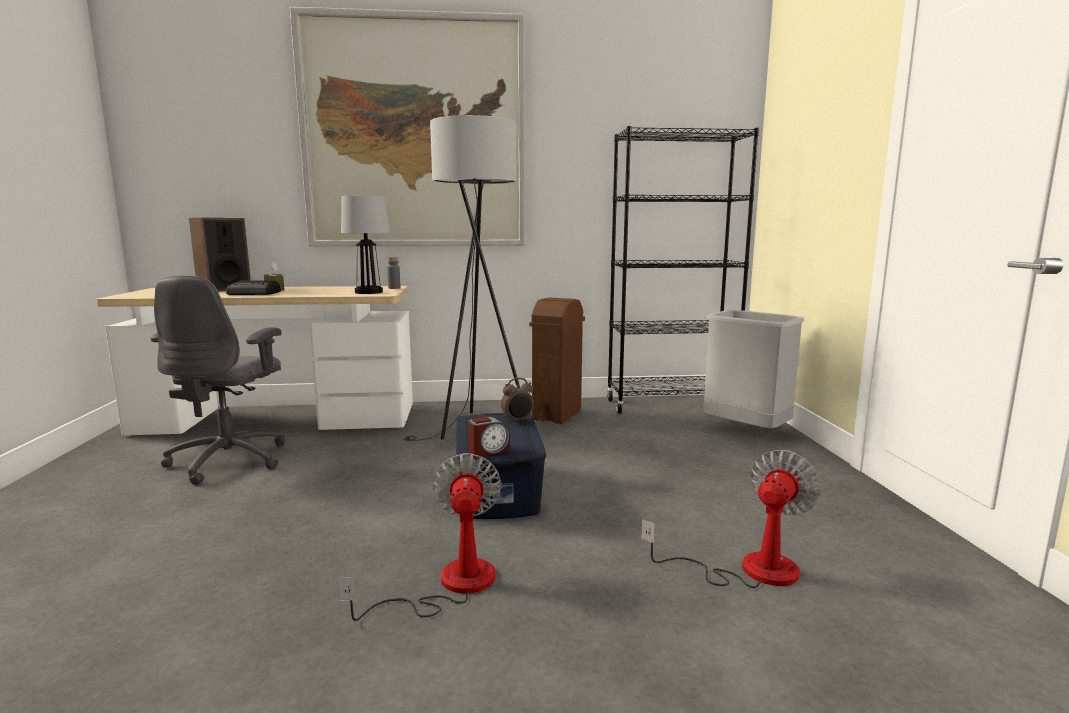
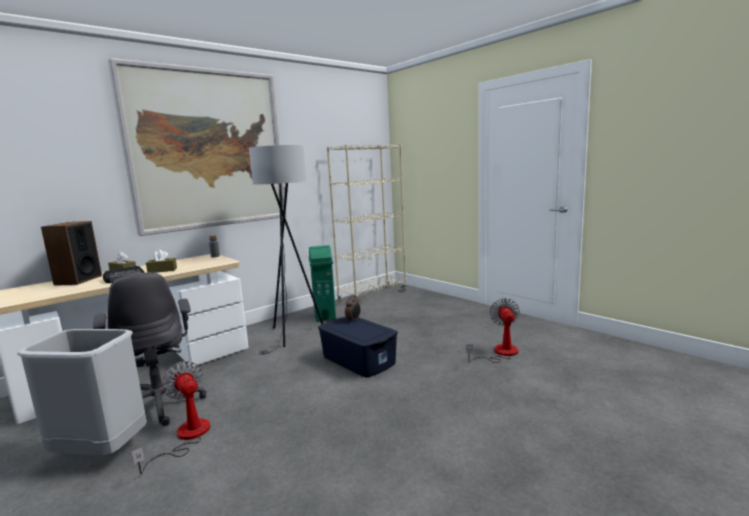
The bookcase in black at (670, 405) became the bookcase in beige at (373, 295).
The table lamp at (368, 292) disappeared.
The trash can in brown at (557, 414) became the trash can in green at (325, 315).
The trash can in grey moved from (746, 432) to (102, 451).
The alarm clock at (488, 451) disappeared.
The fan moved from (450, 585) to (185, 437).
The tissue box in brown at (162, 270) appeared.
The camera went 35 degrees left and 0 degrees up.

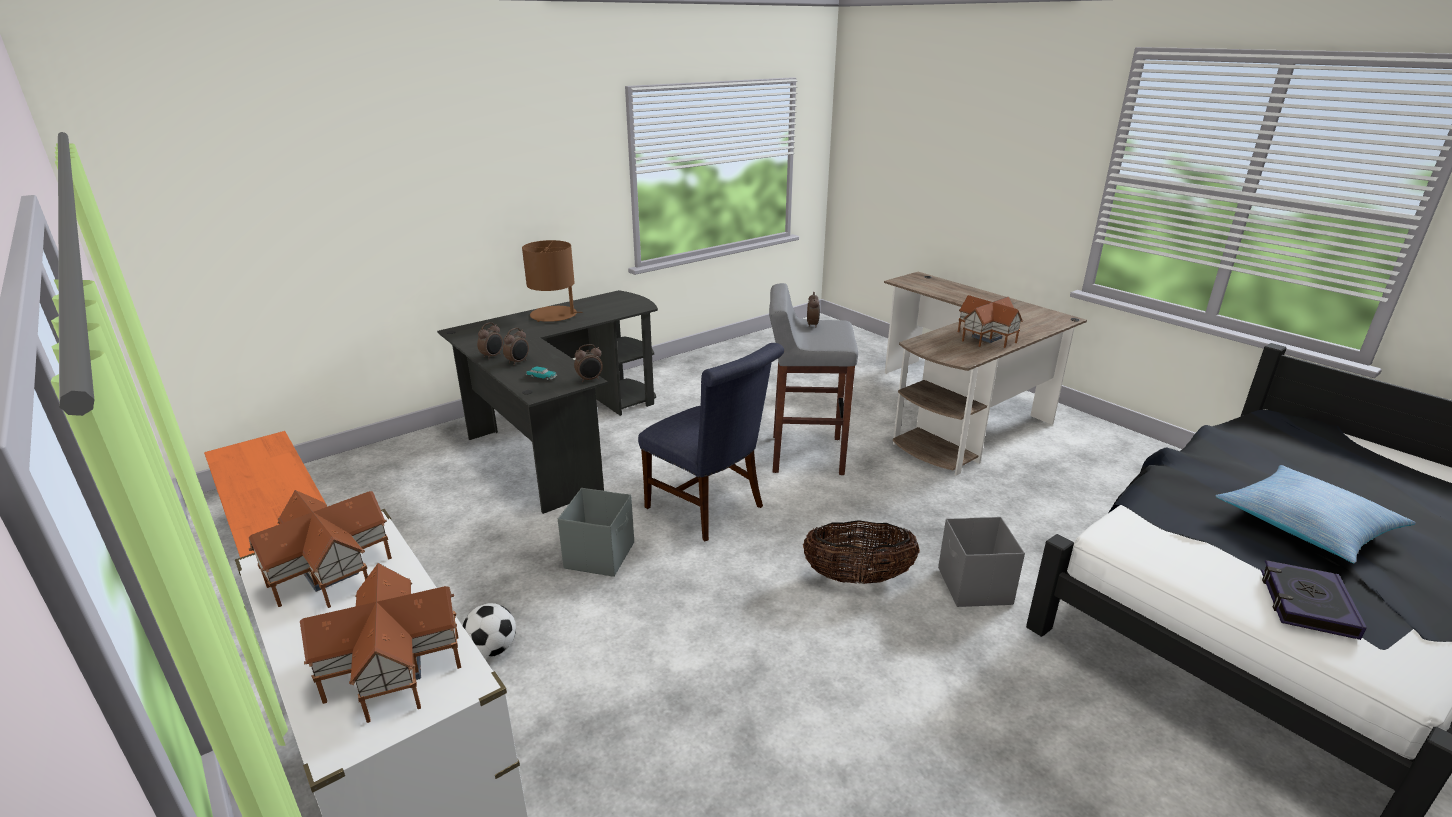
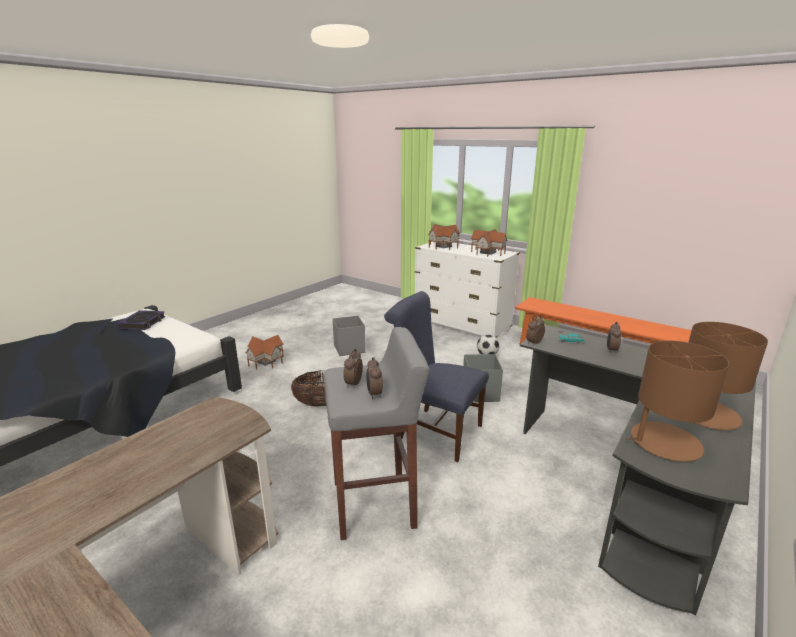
The toy house moved from (986, 337) to (266, 361).
The alarm clock moved from (492, 356) to (353, 384).
The pillow at (1306, 524) disappeared.
The storage box in grey moved from (974, 587) to (349, 348).
The table lamp in brown at (664, 442) appeared.
The camera went 165 degrees right and 5 degrees down.

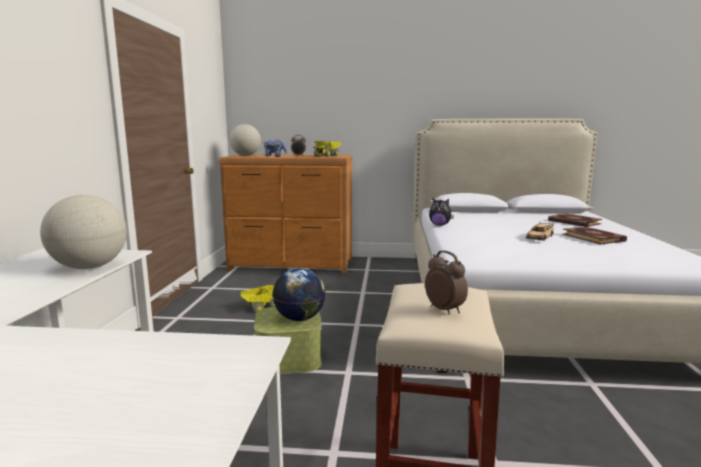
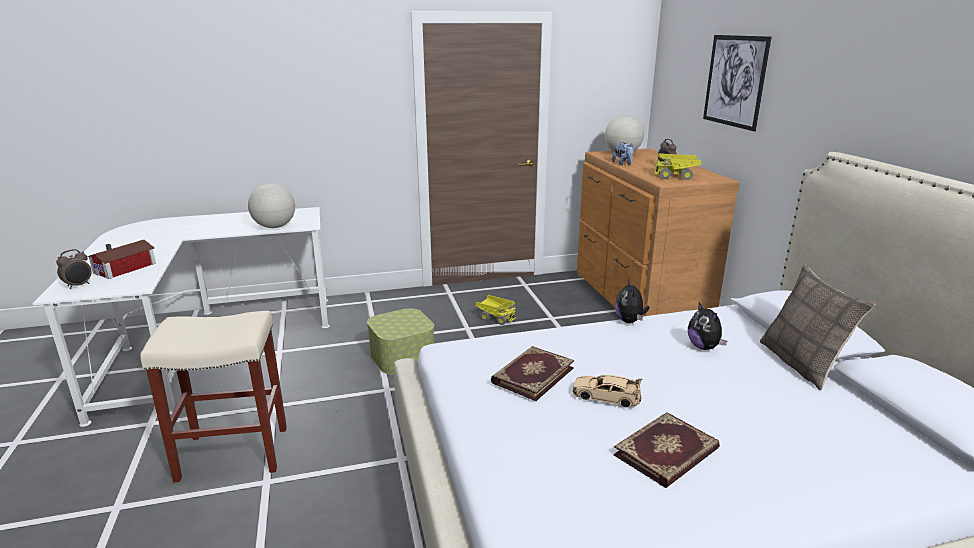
The book moved from (573, 222) to (532, 375).
The alarm clock moved from (445, 310) to (79, 285).
The globe at (300, 318) disappeared.
The picture at (735, 81) appeared.
The toy house at (127, 268) appeared.
The pillow at (802, 364) appeared.
The plush toy at (704, 347) appeared.
The camera went 70 degrees right and 10 degrees up.

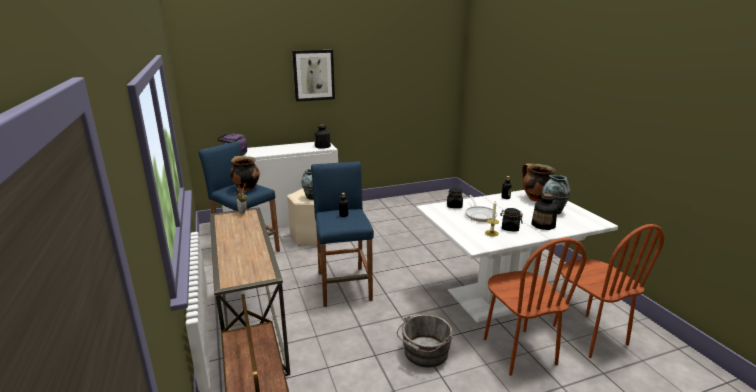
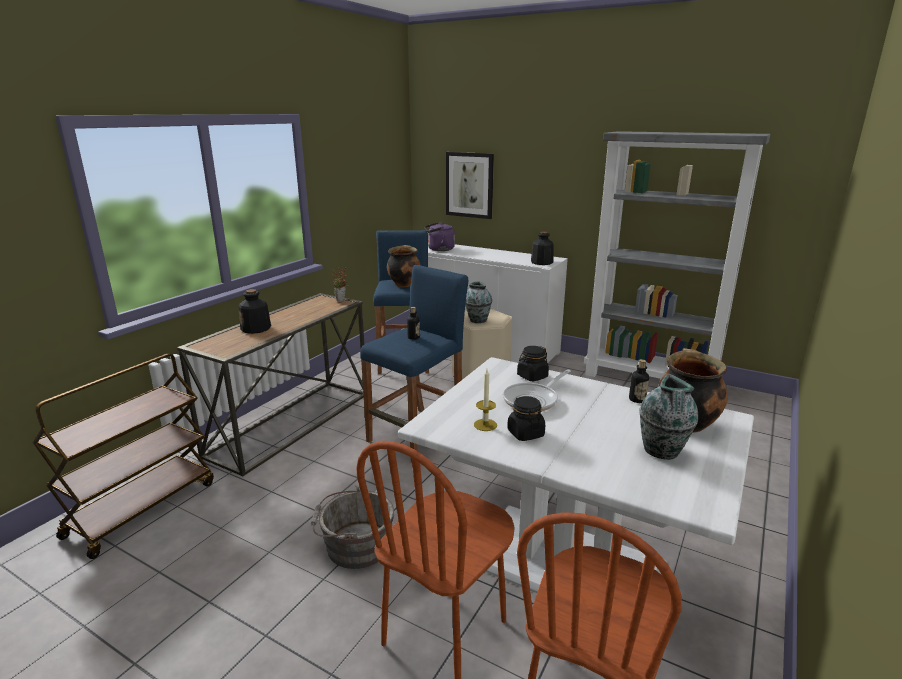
The picture moved from (313, 75) to (469, 185).
The bottle moved from (543, 225) to (256, 328).
The bookcase in grey at (650, 380) appeared.
The camera went 50 degrees right and 0 degrees up.

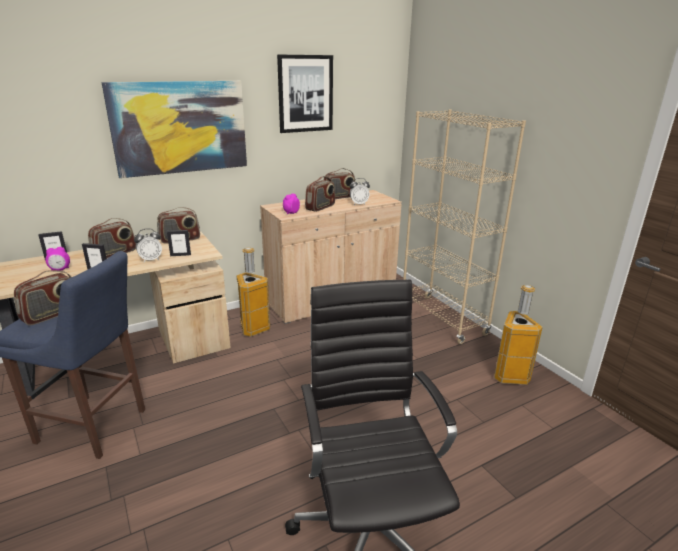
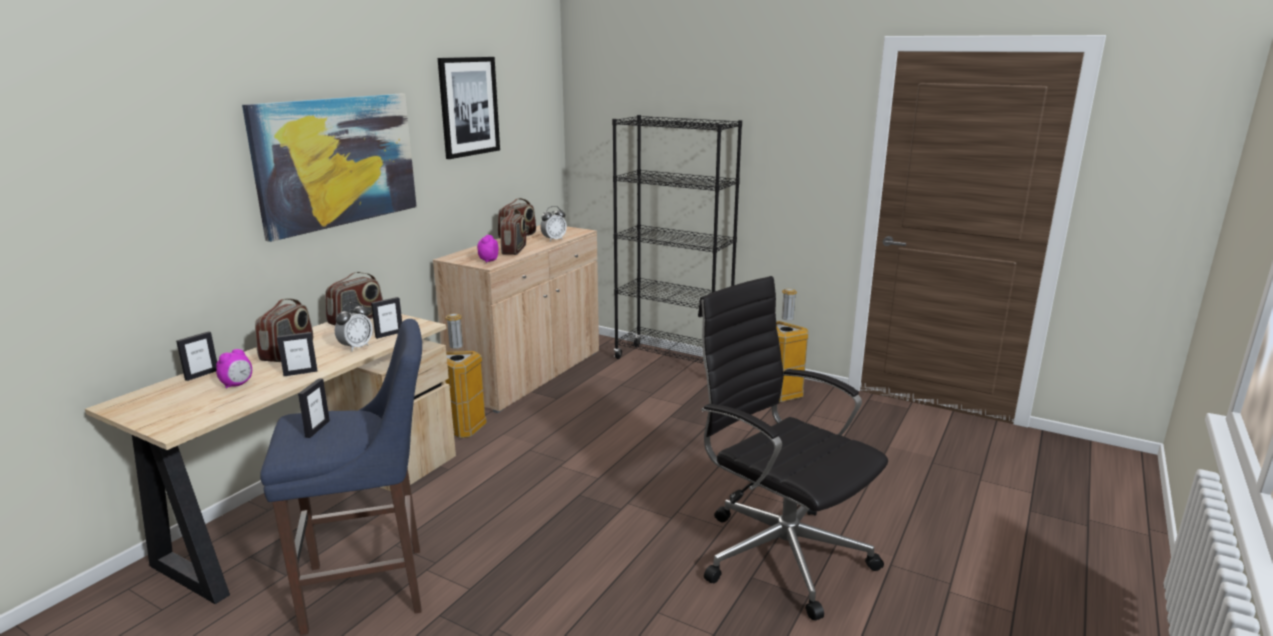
The bookcase in beige at (443, 319) became the bookcase in black at (672, 362).
The radio at (52, 314) was replaced by the picture frame at (317, 429).
The camera went 30 degrees left and 5 degrees down.

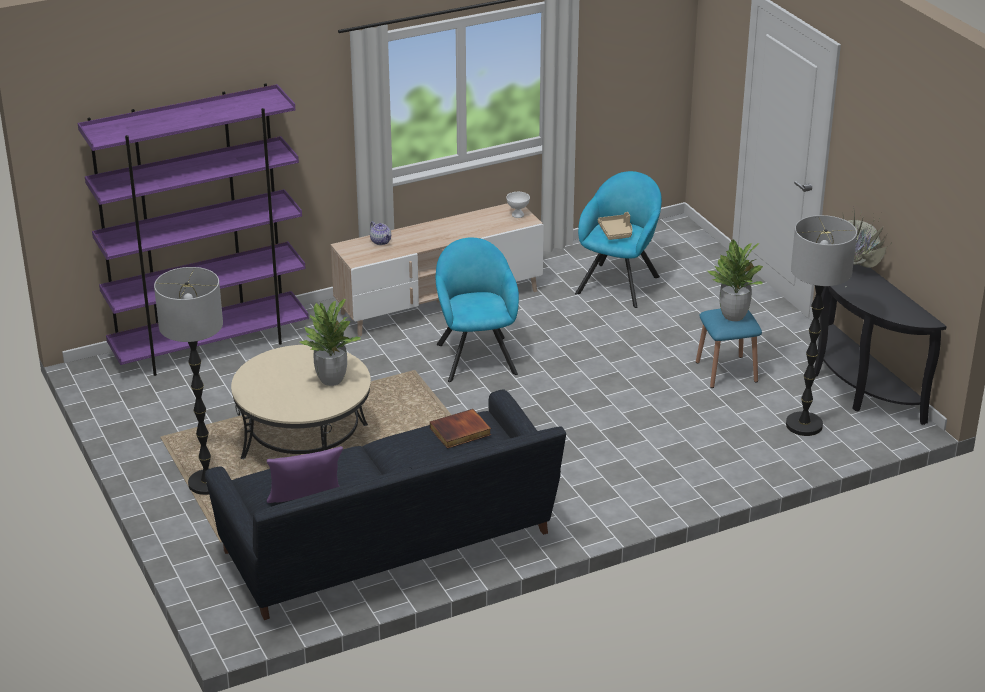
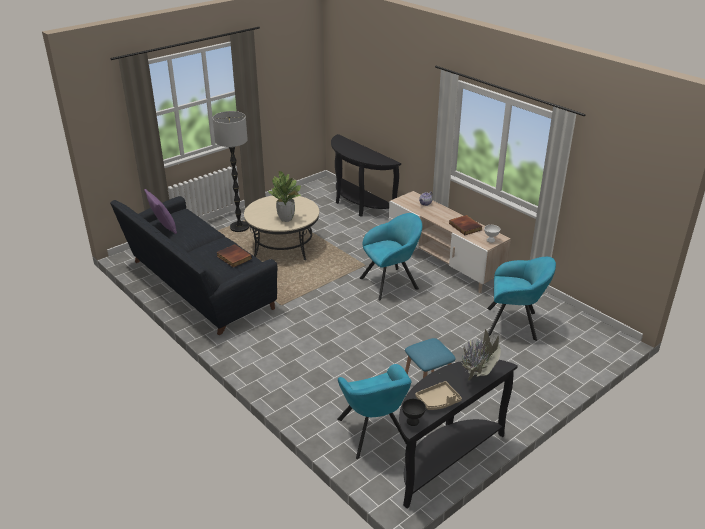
The bookcase in purple at (210, 346) was replaced by the console table in black at (358, 205).
The tray in beige moved from (616, 232) to (438, 401).
The floor lamp at (804, 425) was replaced by the armchair in turquoise at (374, 434).
The potted plant at (734, 316) disappeared.
The book at (466, 226) appeared.
The bowl in black at (413, 421) appeared.
The camera went 75 degrees right and 0 degrees up.

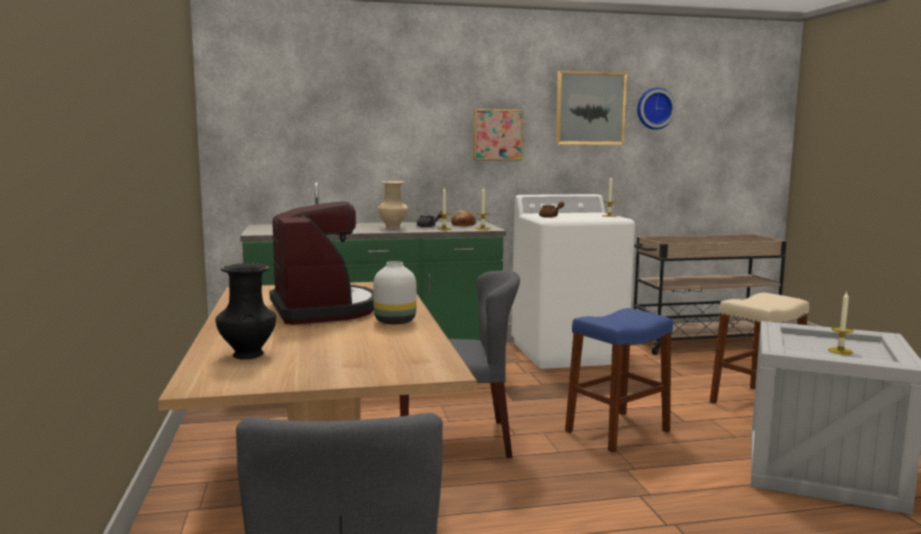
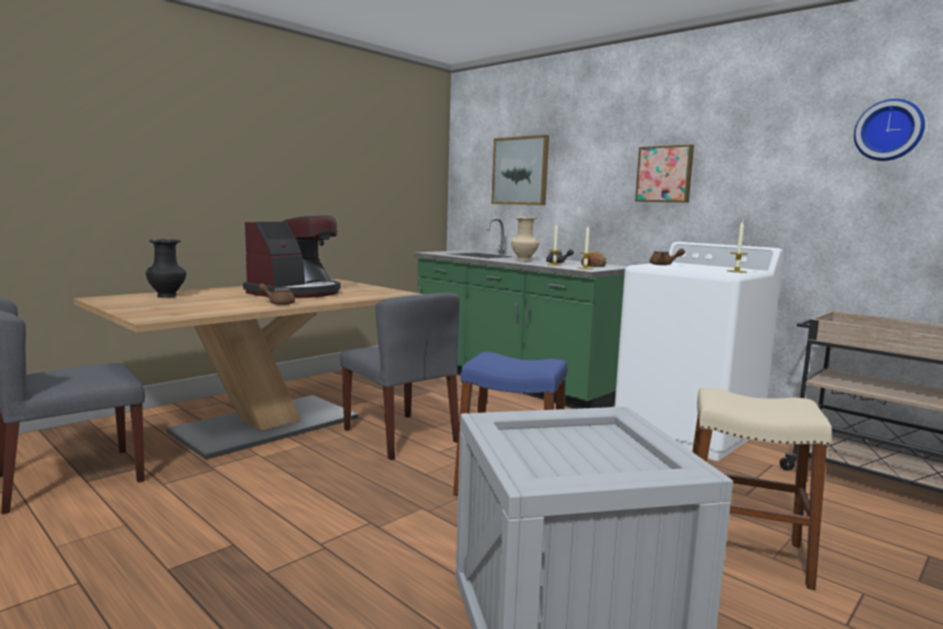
The picture moved from (590, 108) to (520, 171).
The vase in white at (395, 322) was replaced by the teapot in brown at (278, 303).
The candle at (840, 351) disappeared.
The camera went 55 degrees right and 0 degrees up.

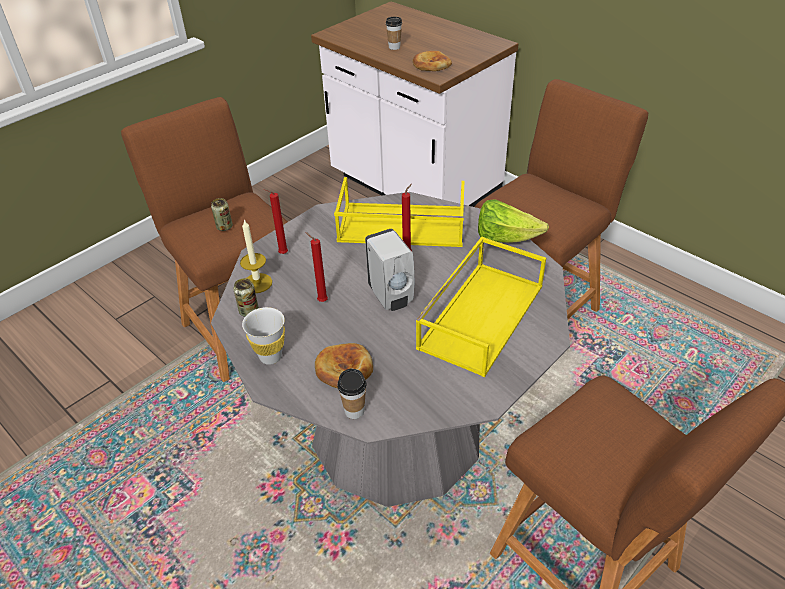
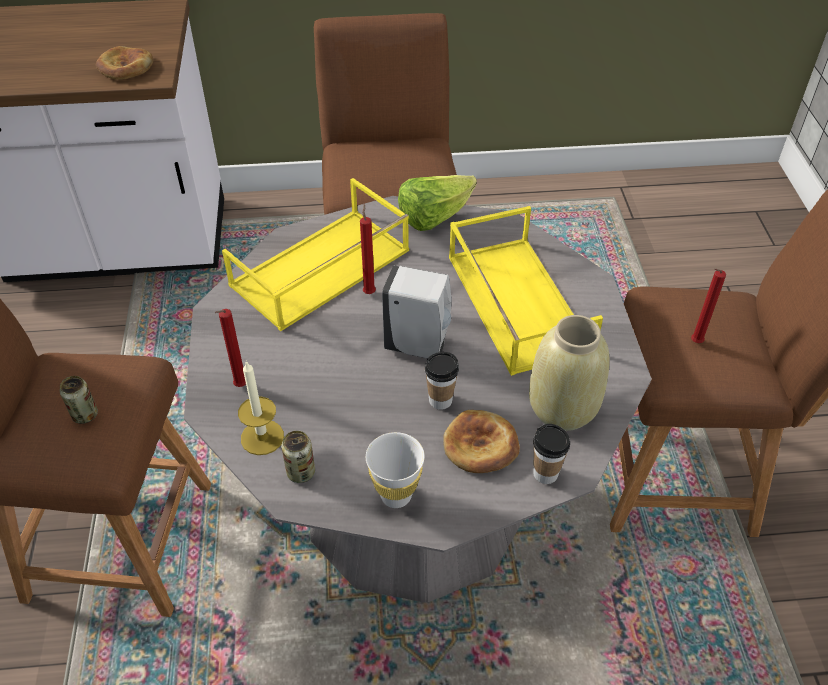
The cup moved from (394, 47) to (440, 400).
The candle in red moved from (321, 301) to (694, 343).
The vase in beige at (561, 408) appeared.
The camera went 50 degrees left and 5 degrees up.

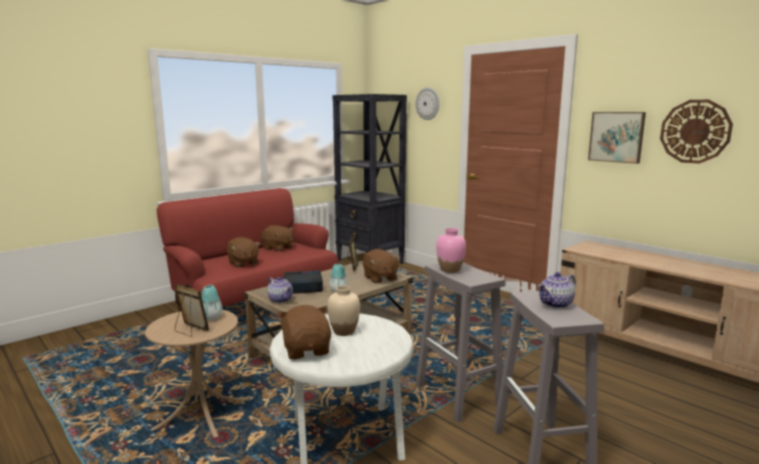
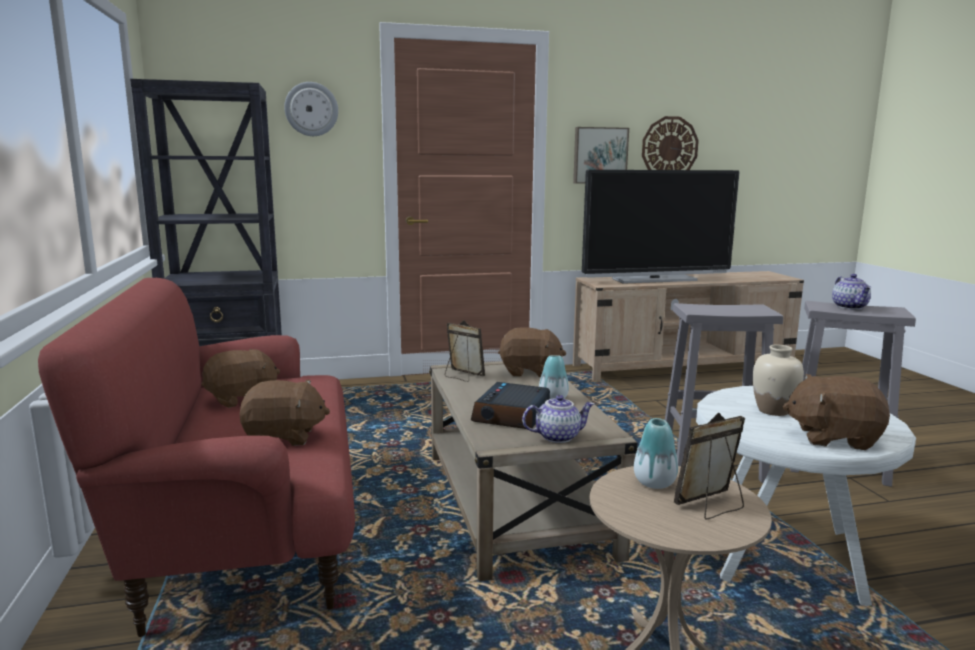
The vase in pink at (450, 270) disappeared.
The television at (654, 280) appeared.
The camera went 60 degrees left and 0 degrees up.

